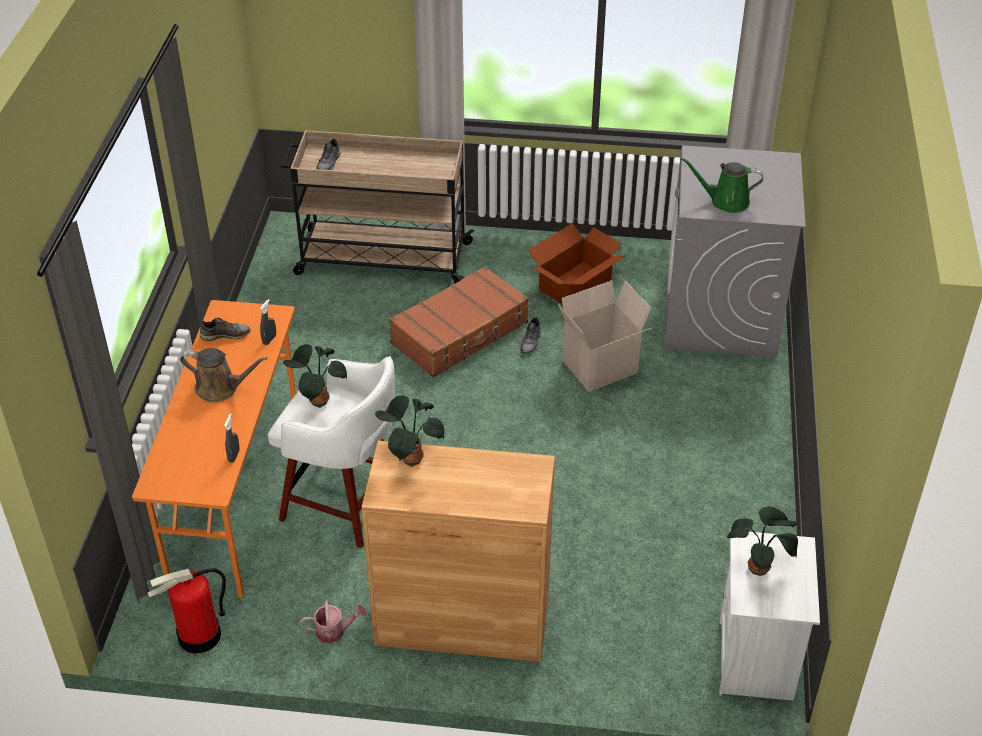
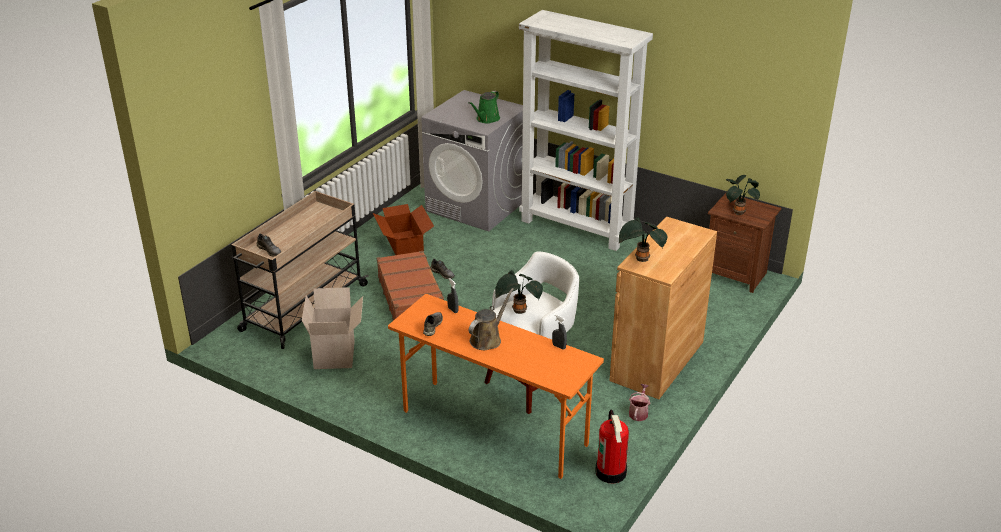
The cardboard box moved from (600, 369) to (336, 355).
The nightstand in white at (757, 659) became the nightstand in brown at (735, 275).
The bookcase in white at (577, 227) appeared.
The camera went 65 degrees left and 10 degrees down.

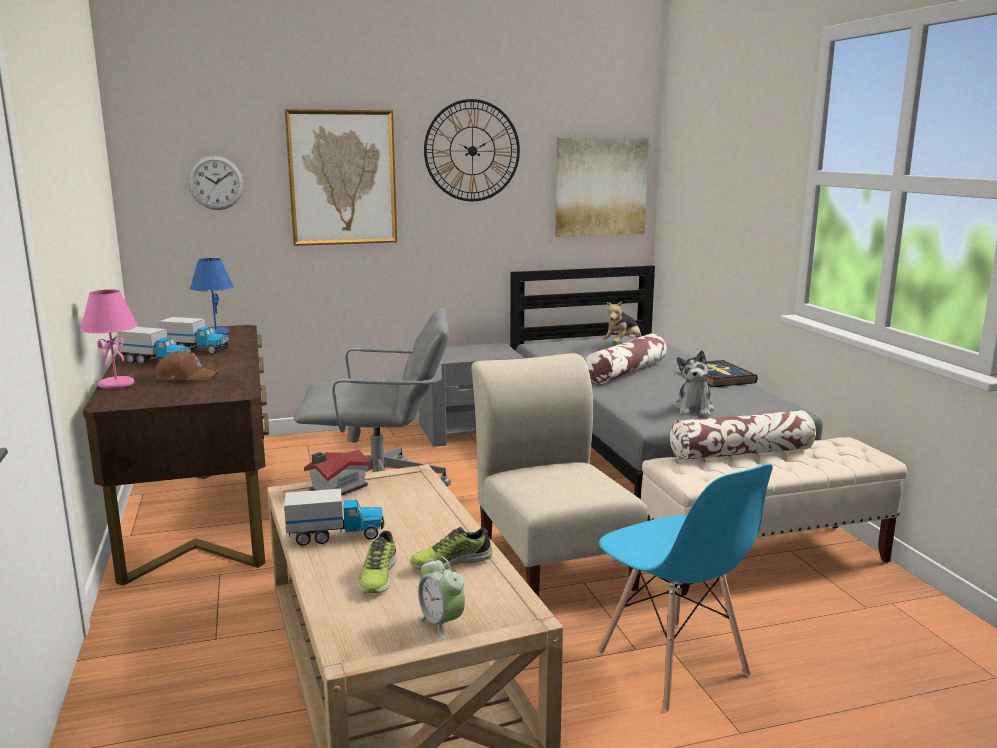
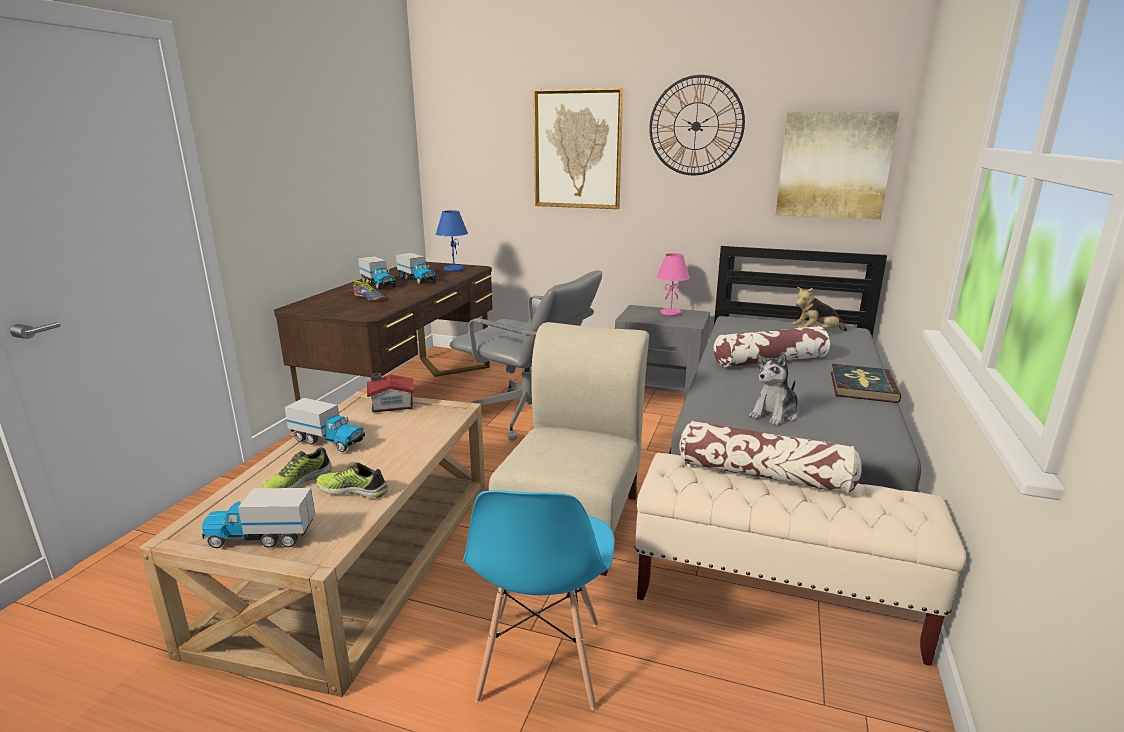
The wall clock at (216, 182) disappeared.
The table lamp in pink moved from (117, 384) to (671, 313).
The cap in brown at (185, 377) was replaced by the shoe at (368, 298).
The alarm clock at (441, 623) was replaced by the toy truck at (261, 537).
The camera went 35 degrees right and 5 degrees up.

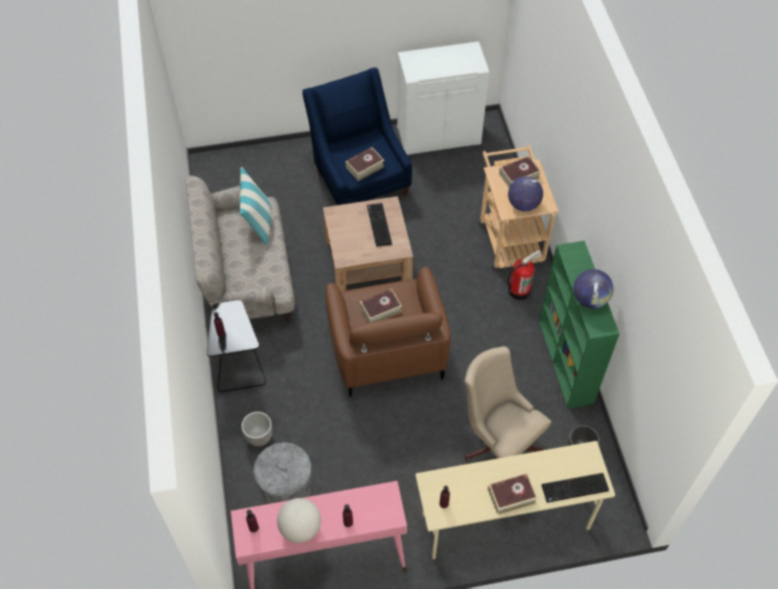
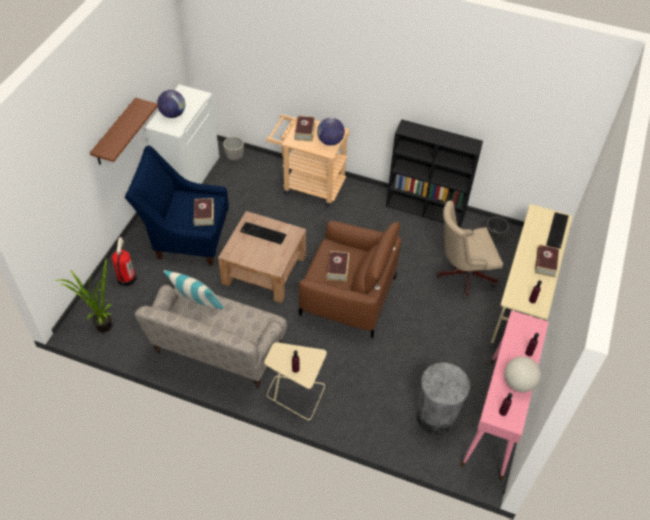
The bookcase in green at (566, 362) became the bookcase in black at (426, 210).
The fire extinguisher moved from (519, 290) to (126, 278).
The globe moved from (590, 299) to (173, 114).
The side table in black at (239, 365) became the side table in beige at (295, 395).
The planter moved from (259, 437) to (234, 157).
The shelf in brown at (115, 133) appeared.
The potted plant at (101, 326) appeared.
The camera went 60 degrees left and 5 degrees down.

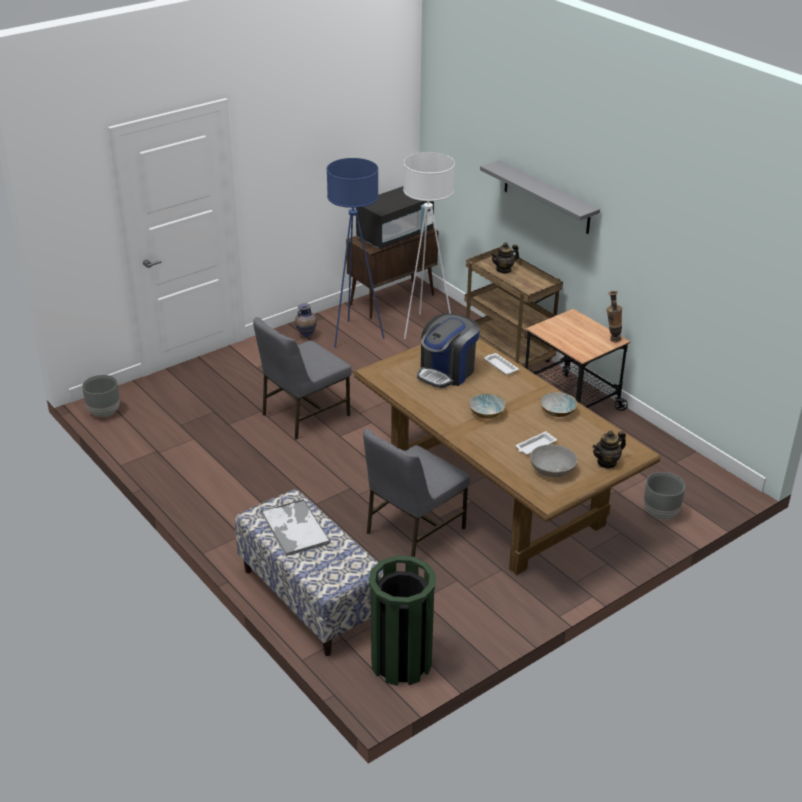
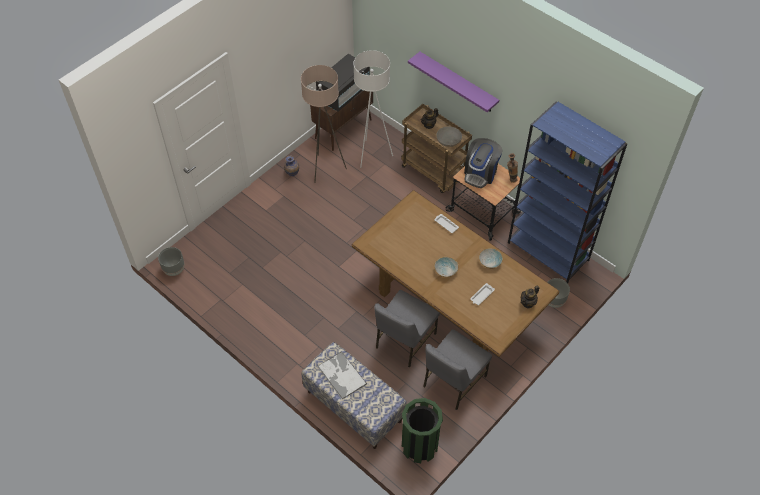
The floor lamp in blue at (355, 335) became the floor lamp in beige at (326, 169).
The shelf in grey at (546, 197) became the shelf in purple at (458, 82).
The coffee machine moved from (447, 372) to (480, 173).
The chair in grey moved from (303, 415) to (453, 381).
The bowl in grey moved from (552, 469) to (448, 141).
The bookcase in blue at (548, 251) appeared.
The camera went 10 degrees left and 20 degrees up.

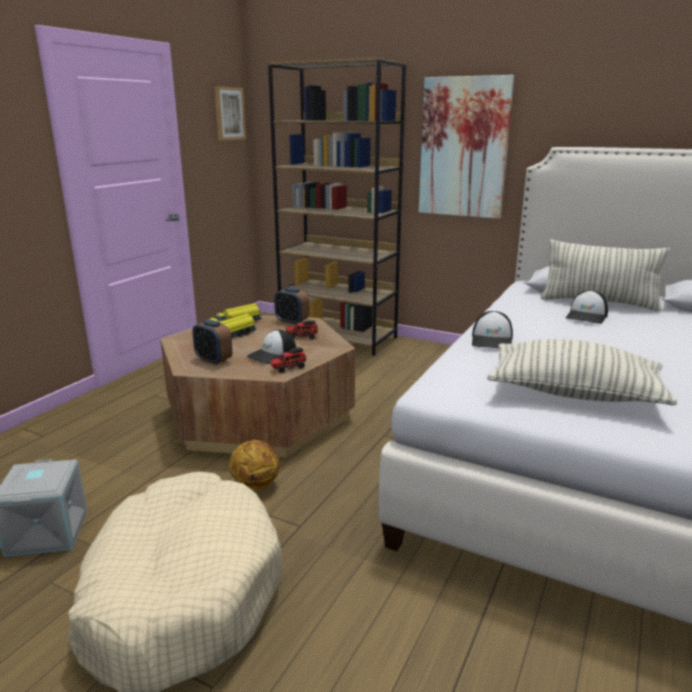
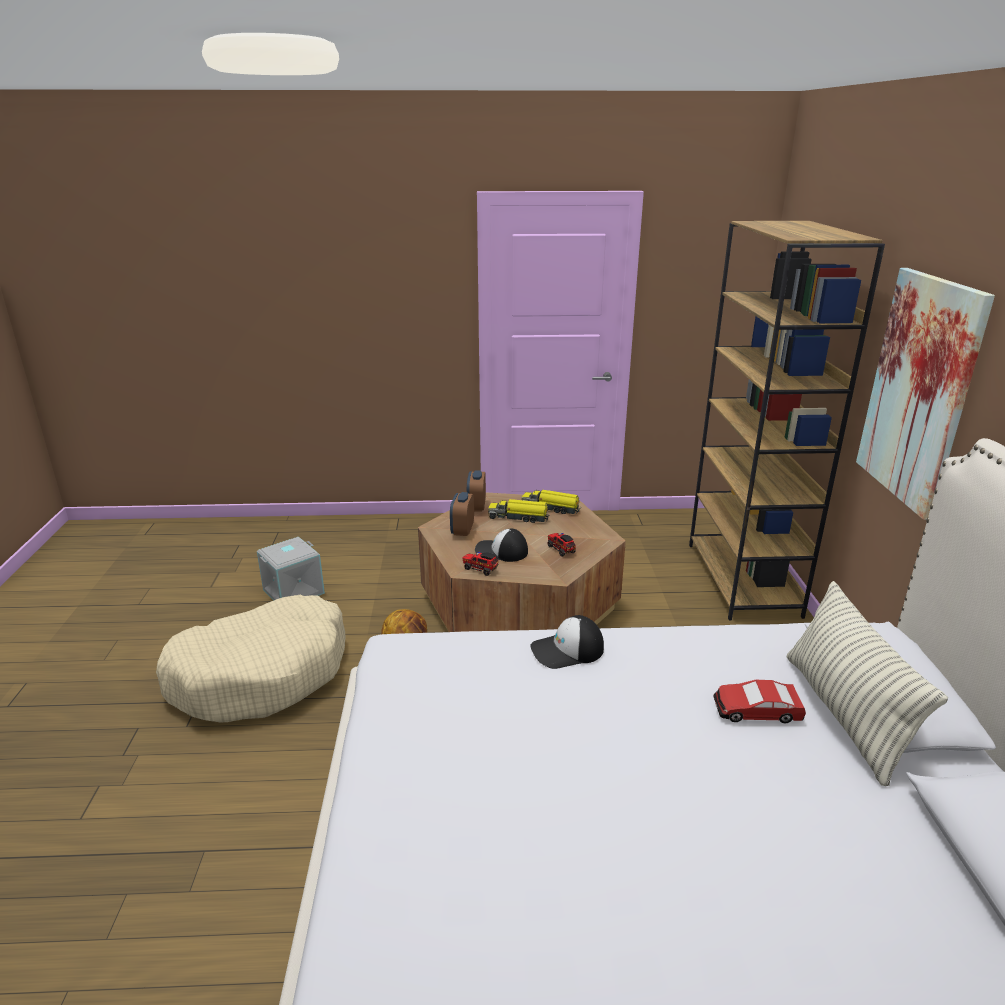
The picture at (229, 113) disappeared.
The alarm clock moved from (292, 321) to (476, 507).
The cap at (587, 316) was replaced by the toy car at (756, 710).
The pillow at (574, 393) disappeared.
The camera went 60 degrees right and 5 degrees up.

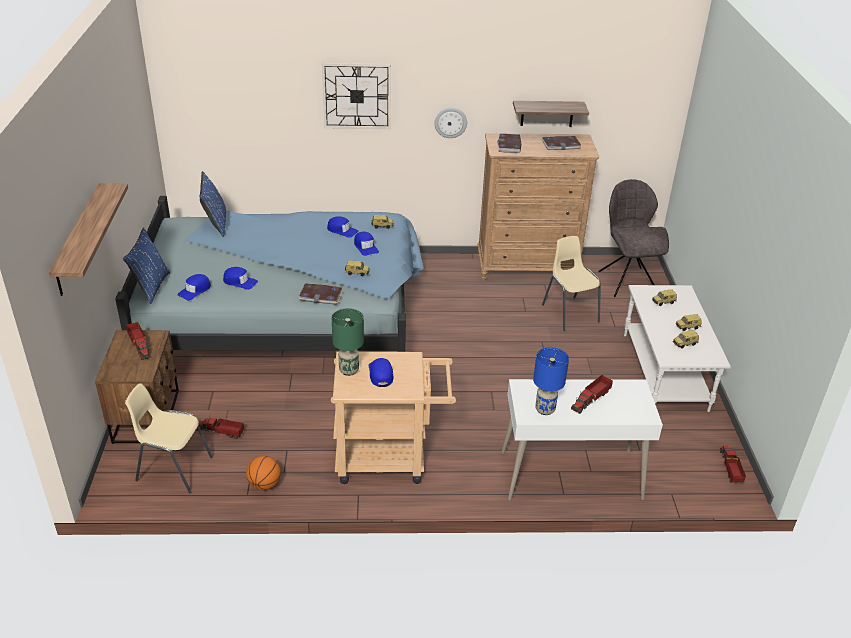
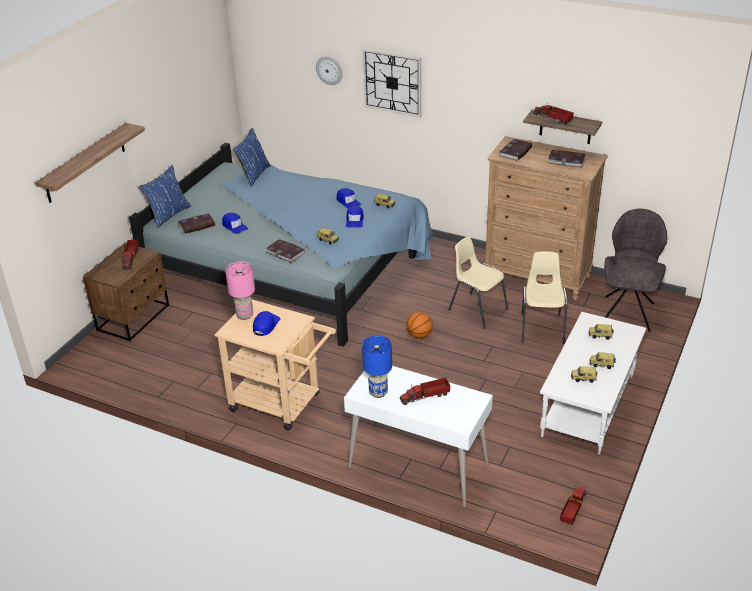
The wall clock moved from (450, 122) to (329, 70).
The cap in blue at (195, 290) was replaced by the book at (196, 225).
The table lamp in green at (349, 370) became the table lamp in pink at (245, 315).
The chair in beige moved from (173, 469) to (477, 310).
The toy truck moved from (221, 432) to (553, 119).
The basketball moved from (264, 484) to (419, 335).
The camera went 30 degrees right and 0 degrees up.

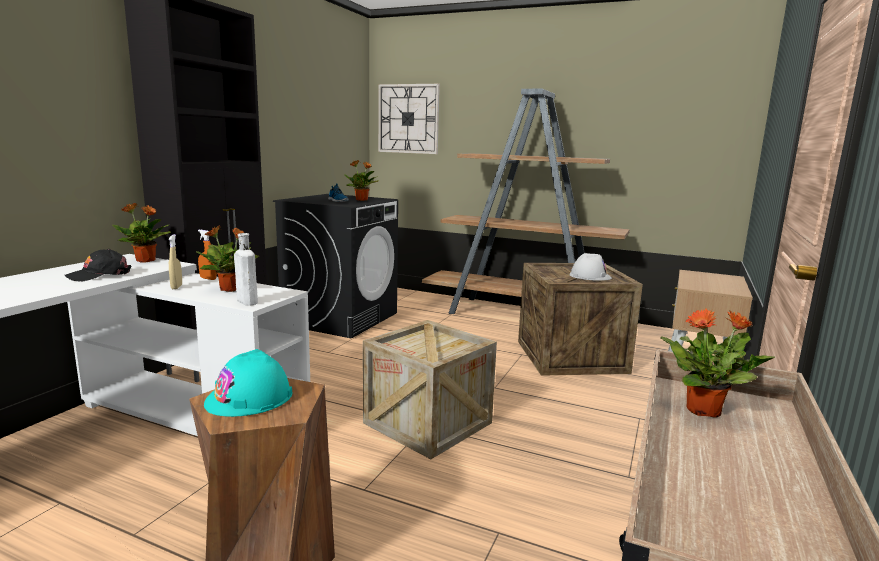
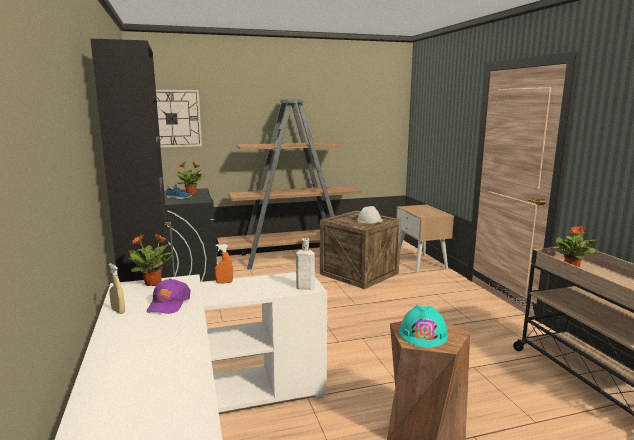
The potted plant at (231, 289) disappeared.
The spray bottle in beige moved from (176, 287) to (118, 311).
The cap in black at (99, 275) became the cap in purple at (168, 304).
The crate at (428, 423) disappeared.
The camera went 40 degrees left and 0 degrees up.

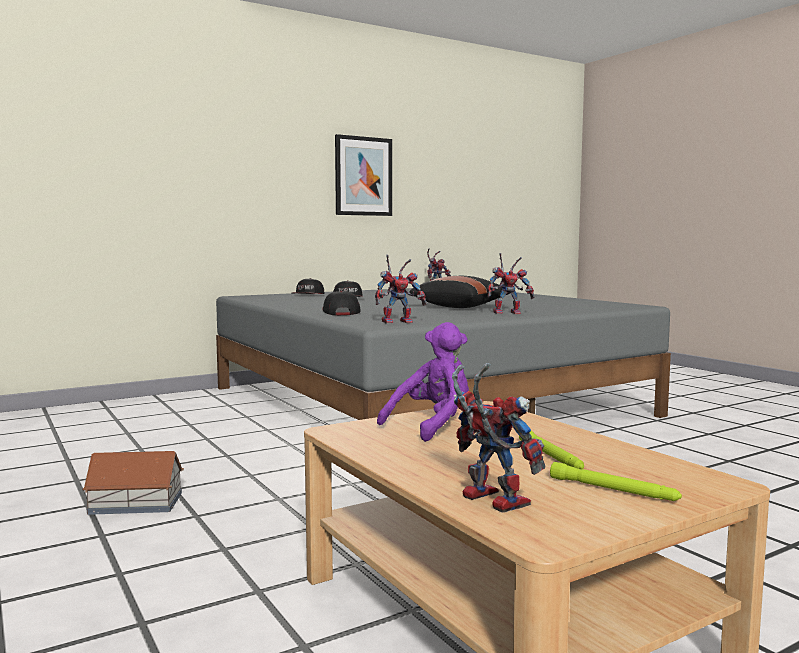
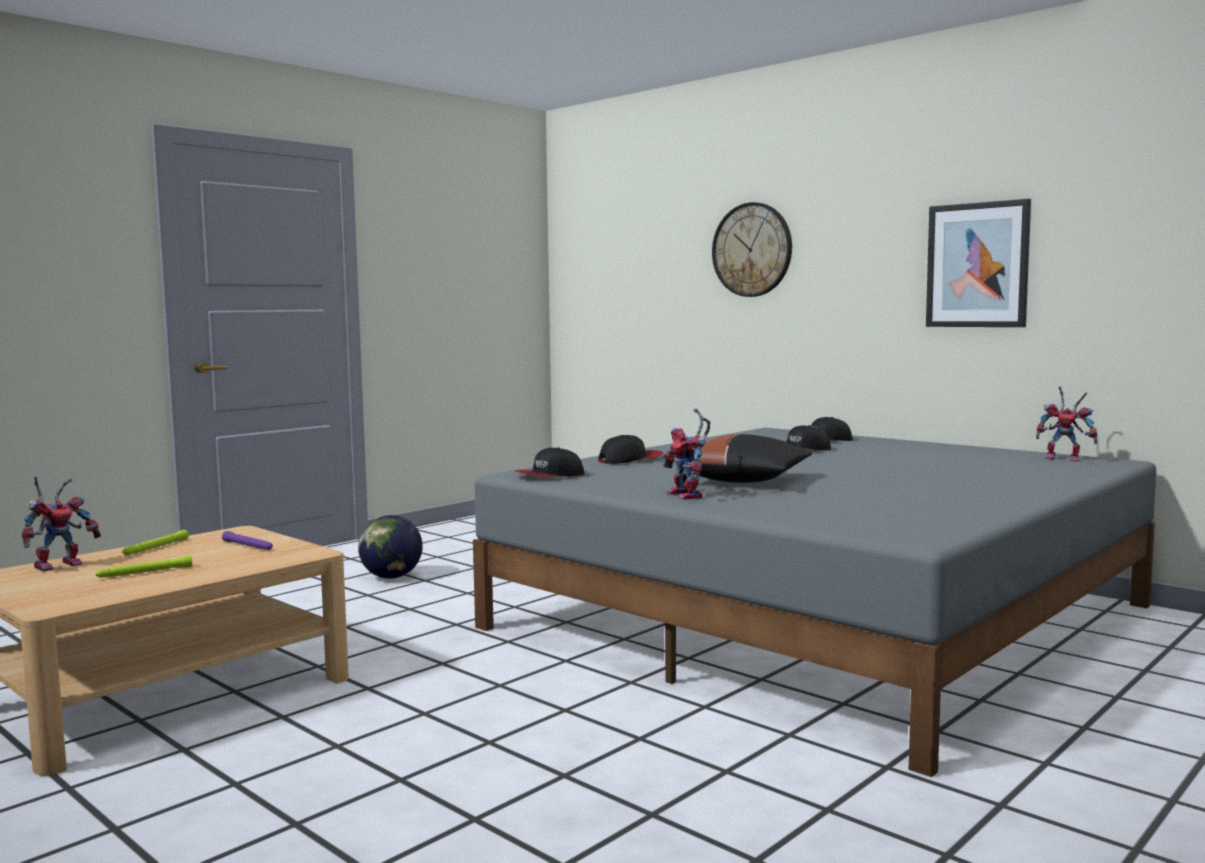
The toy robot at (398, 322) was replaced by the cap at (549, 476).
The plush toy in purple at (432, 425) was replaced by the flashlight in purple at (248, 546).
The toy house at (135, 503) was replaced by the globe at (391, 577).
The flashlight in green moved from (613, 490) to (155, 548).
The wall clock at (752, 250) appeared.
The camera went 75 degrees right and 0 degrees up.

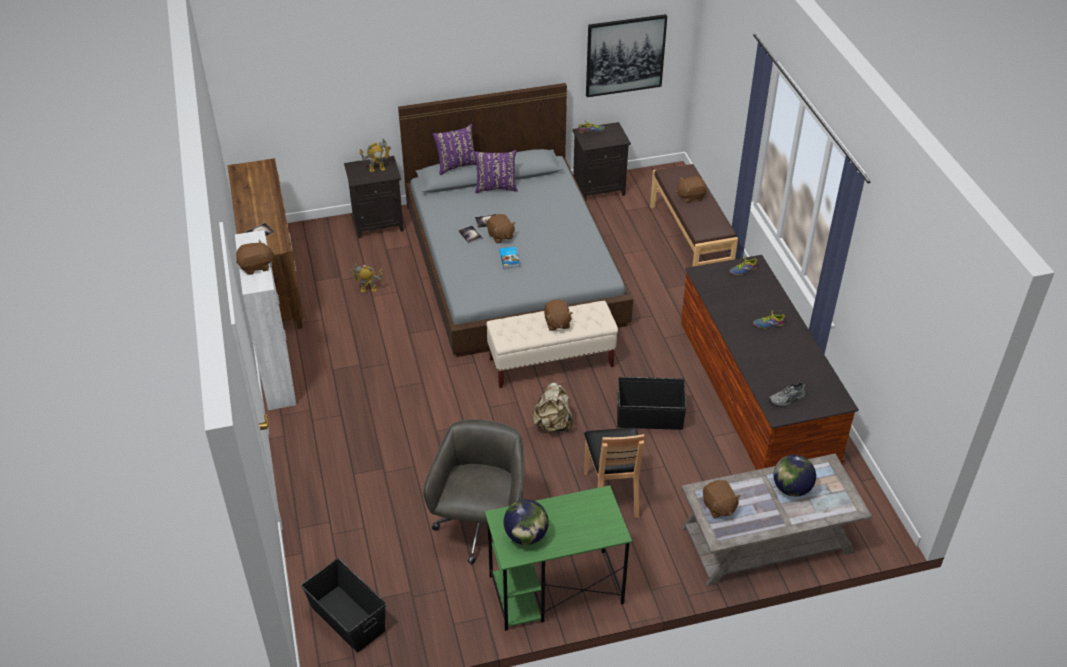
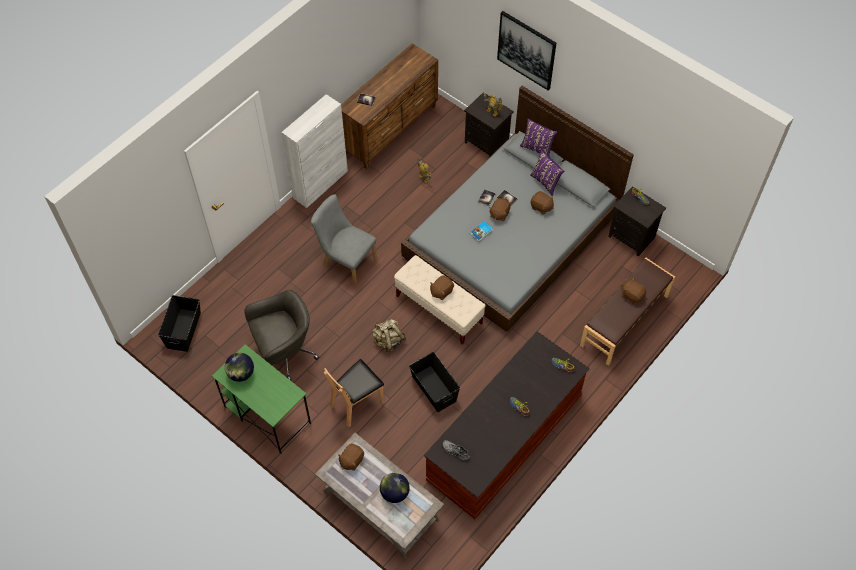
The picture moved from (625, 55) to (526, 50).
The plush toy in brown moved from (256, 266) to (541, 207).
The chair in grey at (346, 260) appeared.
The camera went 55 degrees right and 15 degrees up.

